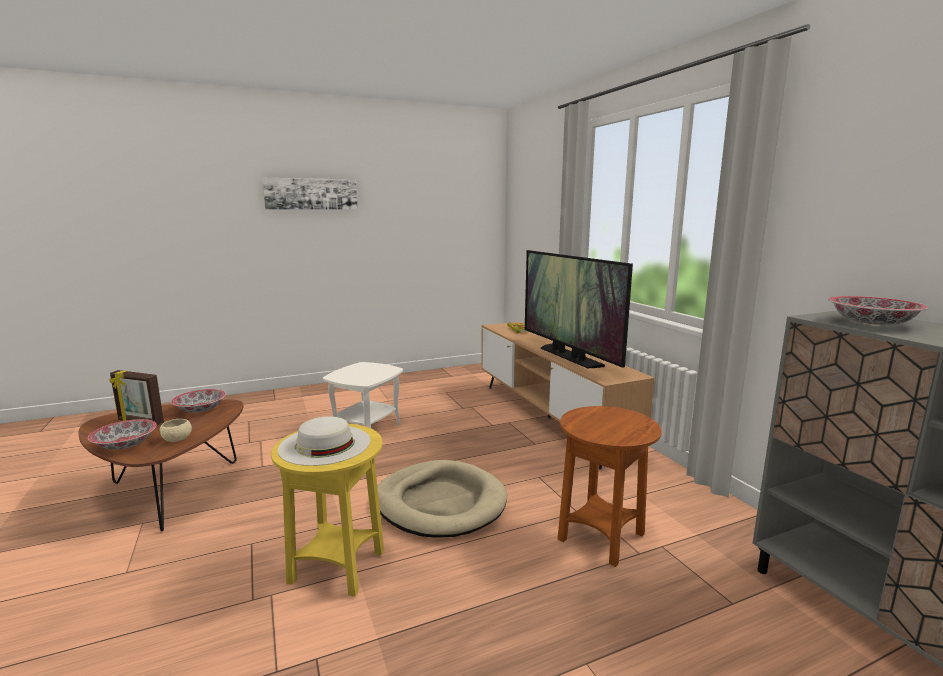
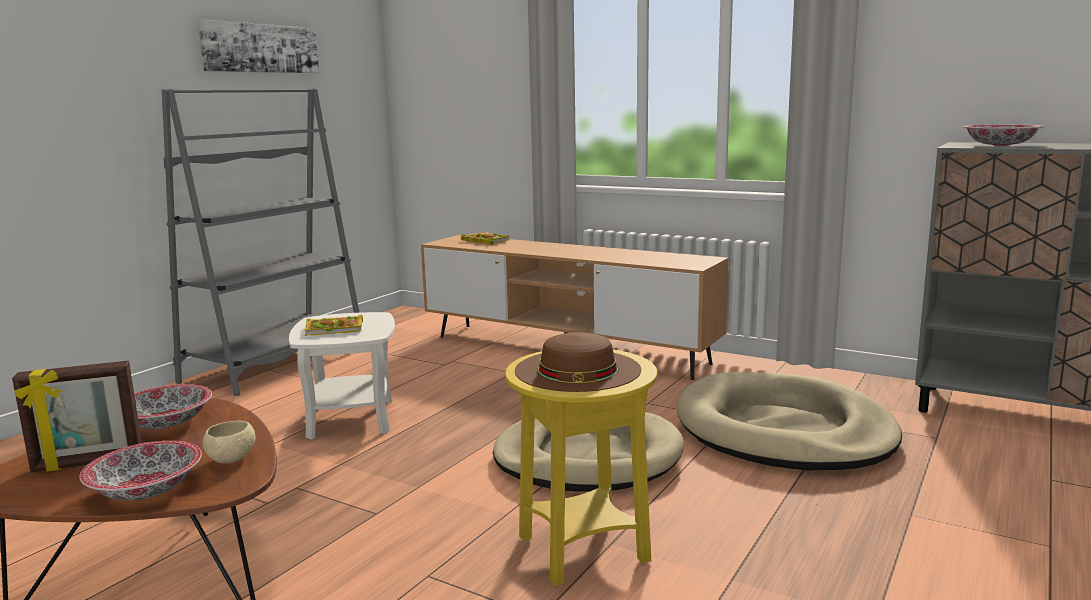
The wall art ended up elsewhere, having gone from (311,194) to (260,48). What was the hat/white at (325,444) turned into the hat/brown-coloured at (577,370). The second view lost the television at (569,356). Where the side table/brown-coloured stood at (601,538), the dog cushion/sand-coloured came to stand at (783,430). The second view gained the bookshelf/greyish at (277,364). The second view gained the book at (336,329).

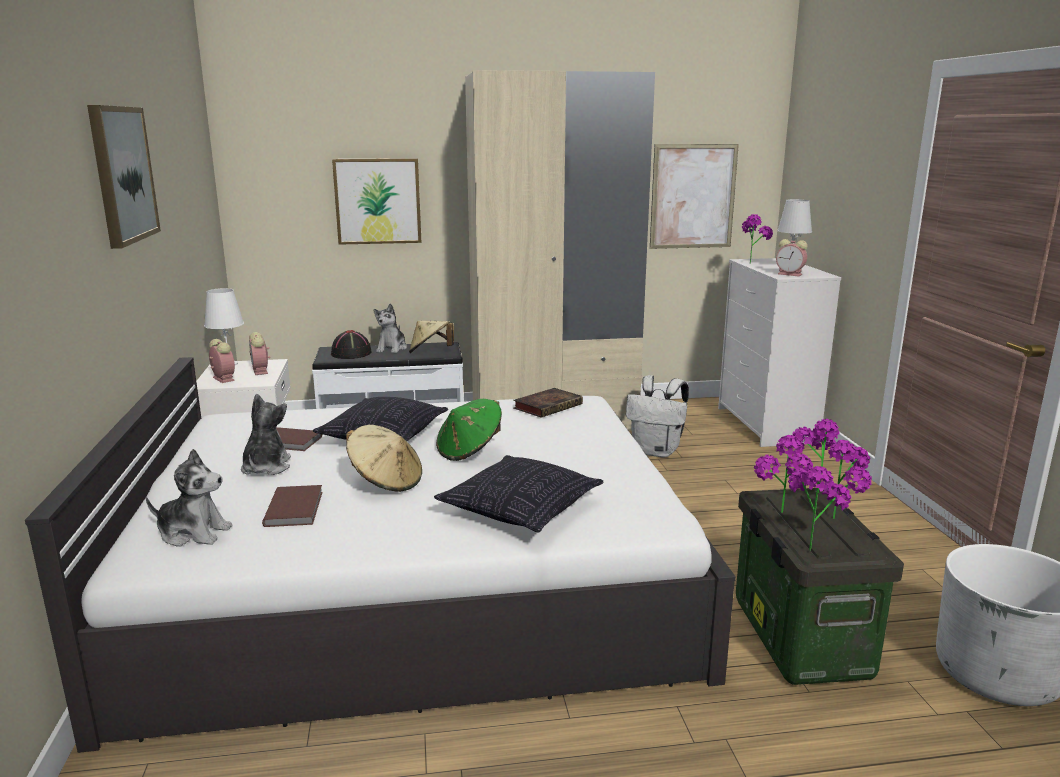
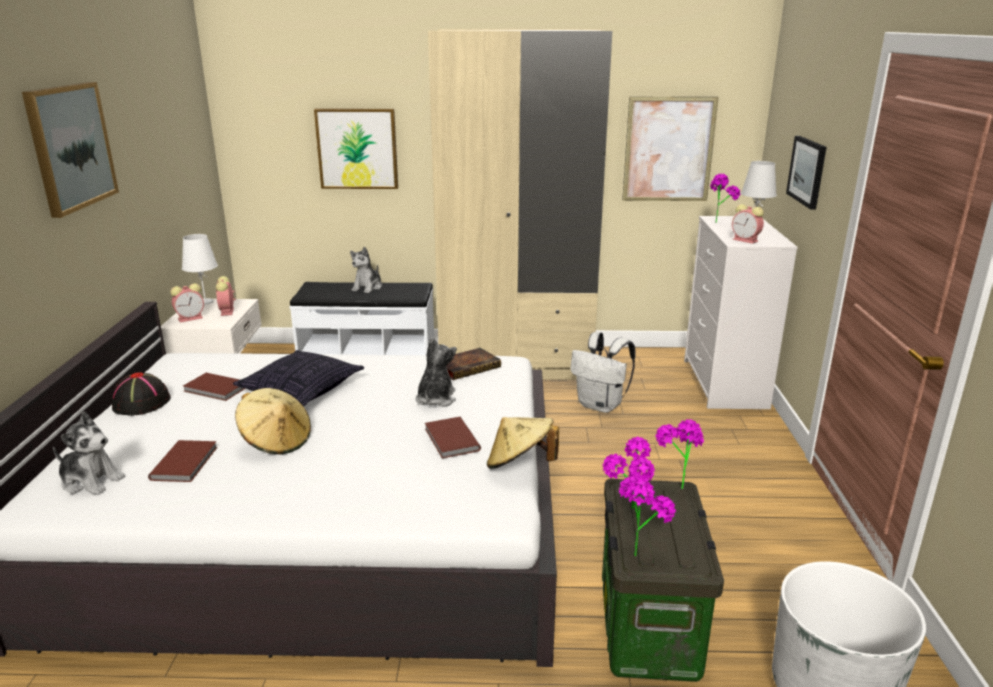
The table clock at (222,378) ended up facing another way, 90 degrees clockwise from before. The plush toy ended up elsewhere, having gone from (266,467) to (435,399). The hat/black ended up elsewhere, having gone from (351,354) to (141,403). The hat/sand-coloured ended up elsewhere, having gone from (430,352) to (520,464). The second view lost the throw pillow at (521,510). The second view lost the hat/green at (469,451). The second view lost the plant in a pot at (844,519). The second view gained the book/brown-coloured at (450,440). The second view gained the wall art at (807,171).

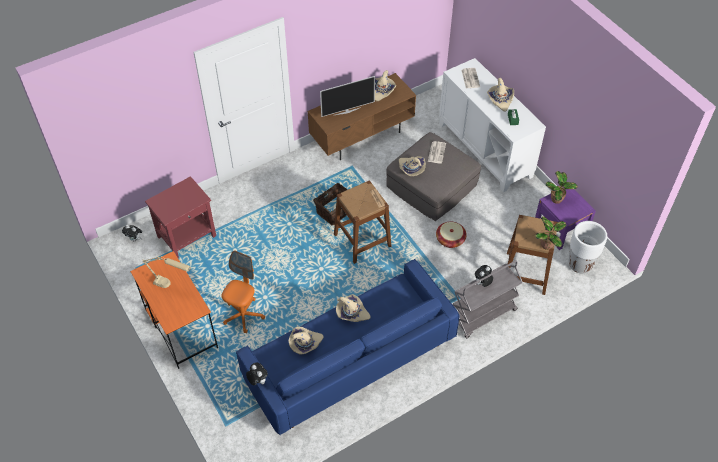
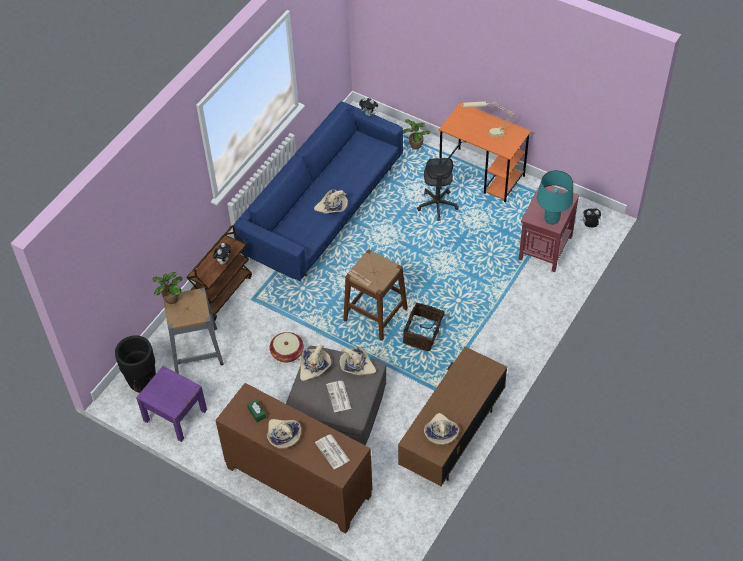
What was the computer chair/orangey at (243,315) turned into the computer chair/greyish at (437,205). The hat/sand-coloured ended up elsewhere, having gone from (305,343) to (314,366). The second view lost the television at (347,111). What was the cupboard/white at (485,150) turned into the cupboard/brown-coloured at (298,482). What was the trolley/greyish at (483,315) turned into the trolley/brown-coloured at (222,292). What was the stool seat/brown-coloured at (525,273) turned into the stool seat/greyish at (196,350). The plant in a pot ended up elsewhere, having gone from (557,200) to (415,145). What was the flower pot/white at (580,264) turned into the flower pot/black at (142,382). The second view gained the tabletop lamp/blue-green at (552,219).

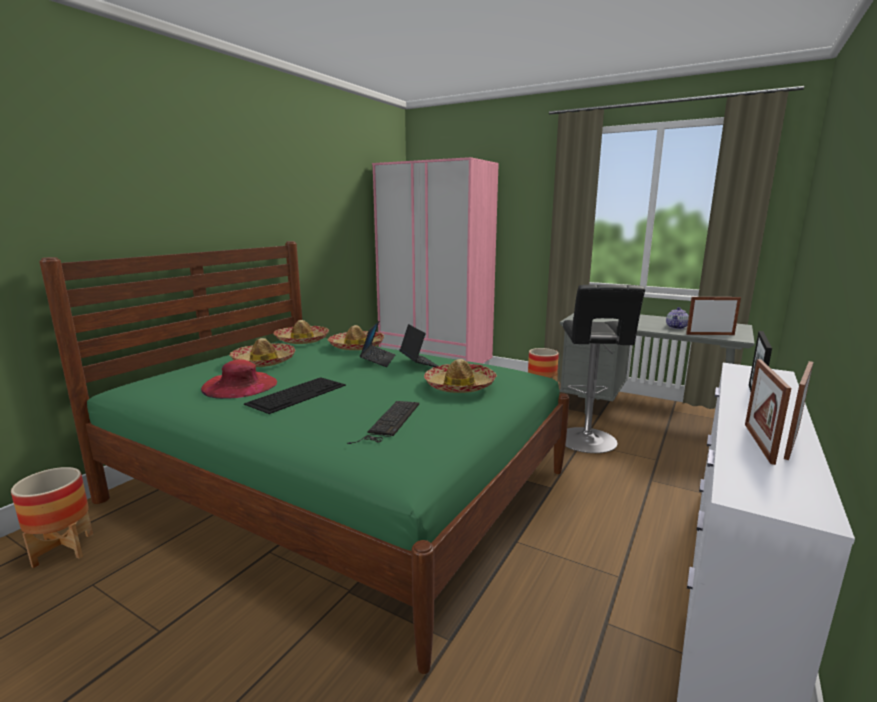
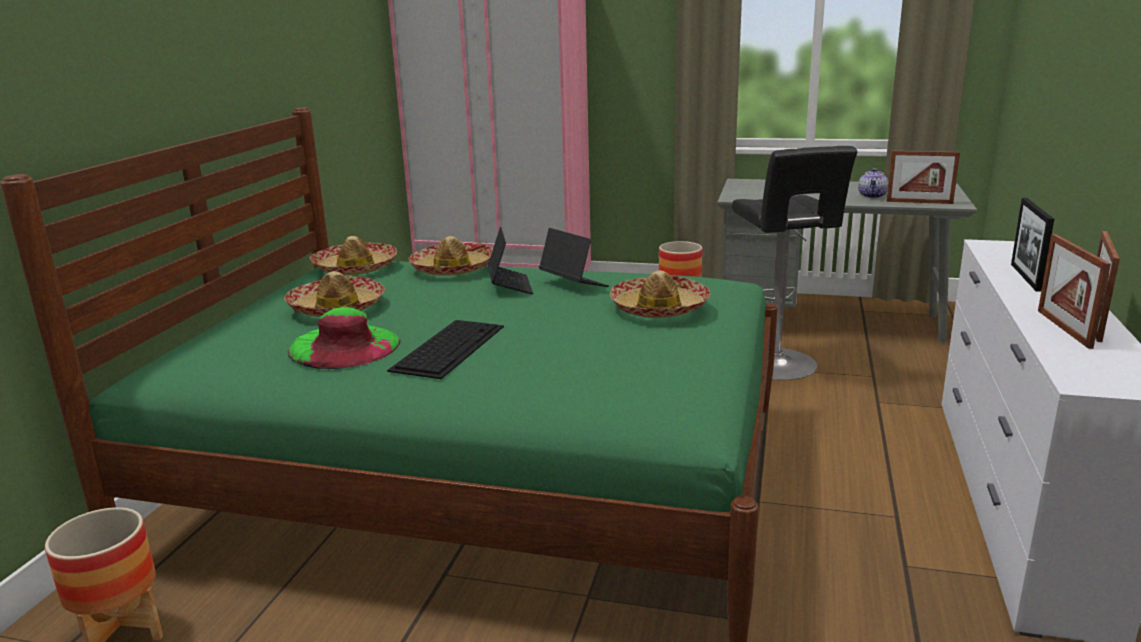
What was the hat/red at (239,385) turned into the hat/green at (344,346). The second view lost the PC keyboard at (389,422). The photo frame at (710,334) ended up facing another way, 150 degrees counterclockwise from before.

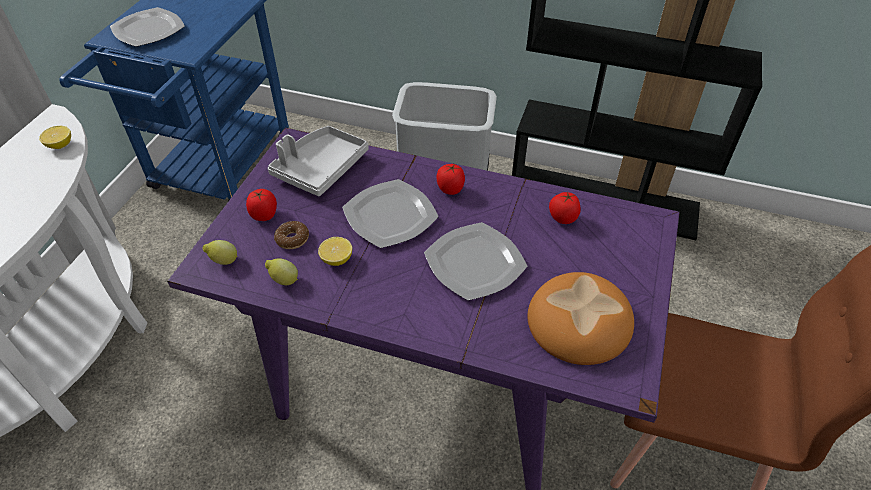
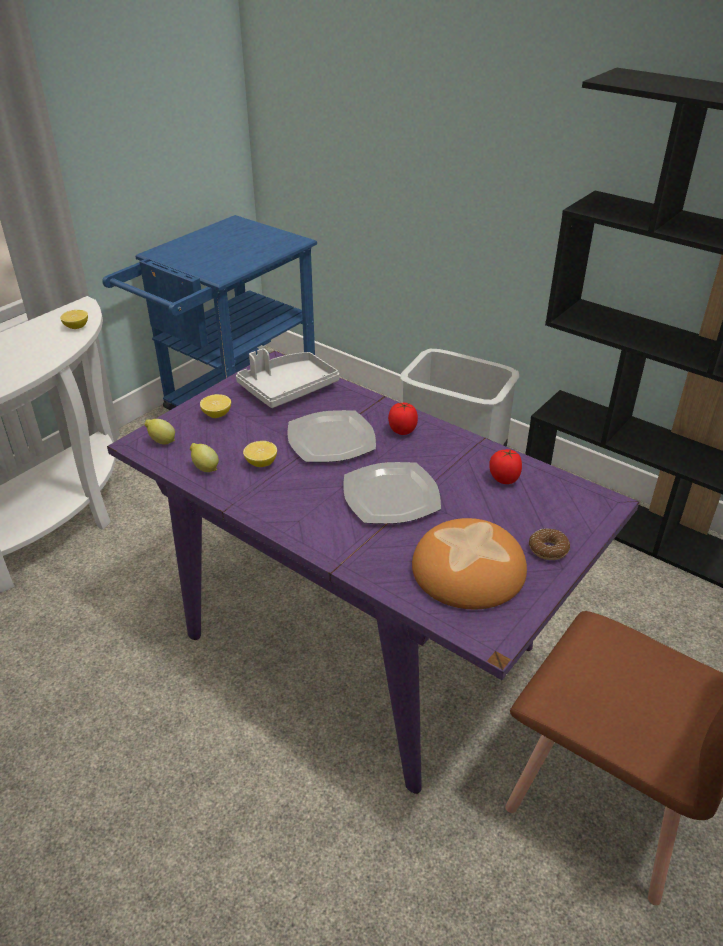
The second view lost the dinner plate at (148,29). Where the tomato stood at (264,215), the citrus fruit came to stand at (217,415). The doughnut ended up elsewhere, having gone from (292,239) to (548,549).

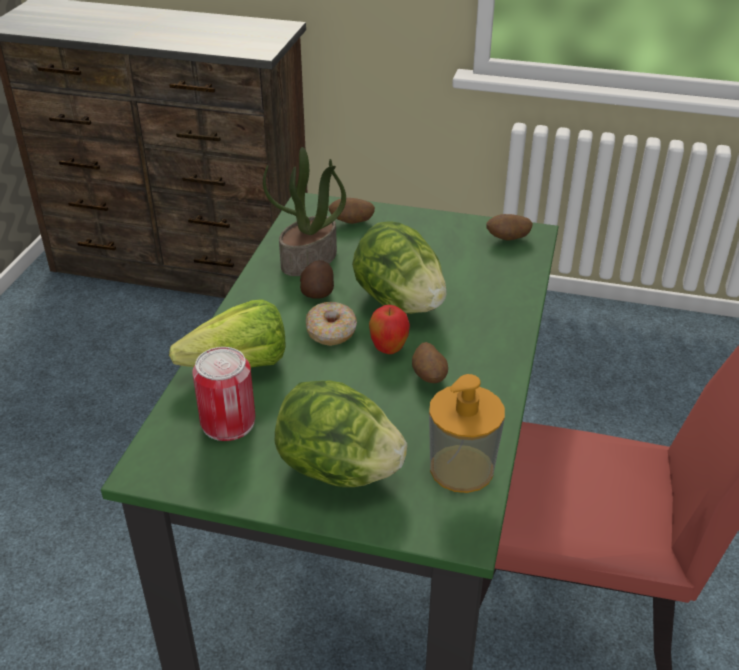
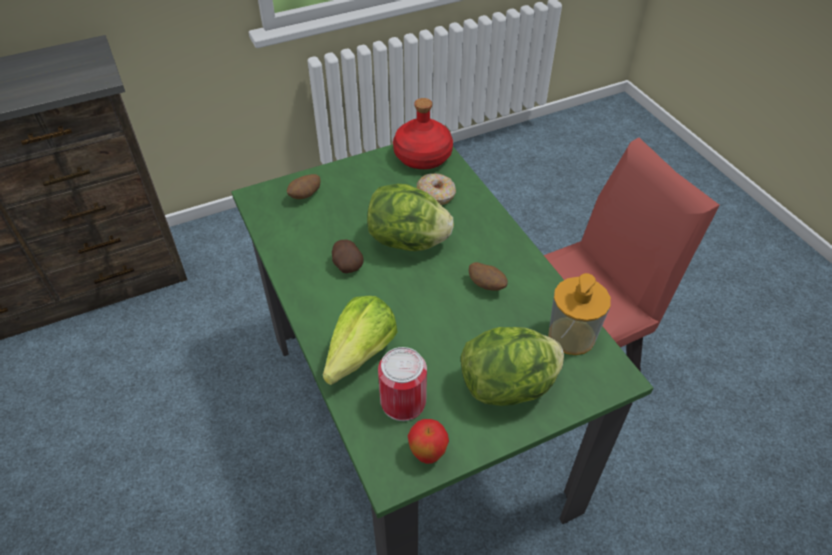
The second view lost the plant in a pot at (309,260). The doughnut ended up elsewhere, having gone from (331,331) to (436,194). The whole apple ended up elsewhere, having gone from (388,350) to (427,454). Where the whole potato stood at (507,239), the beverage bottle/red came to stand at (422,156).

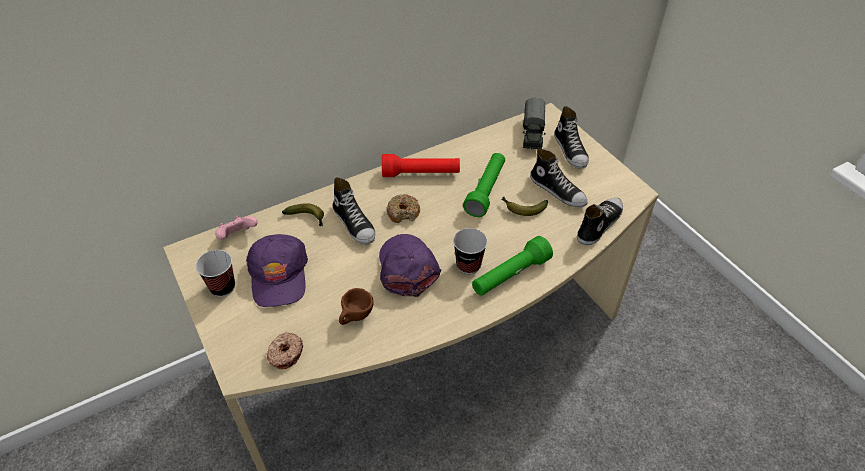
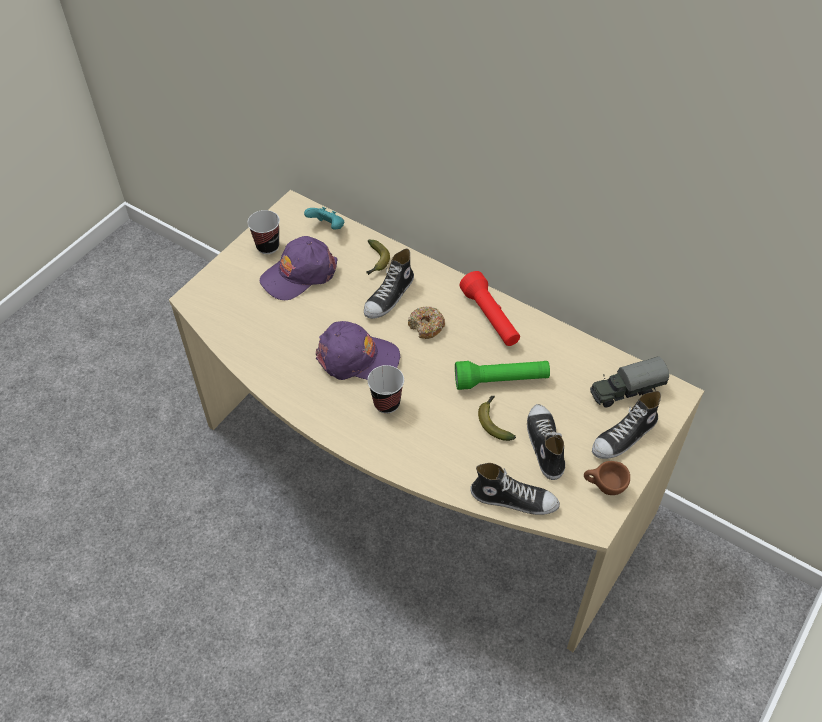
What was the joypad/pinkish at (238,236) turned into the joypad/blue-green at (327,227). The second view lost the doughnut at (285,354). The cup/brown-coloured ended up elsewhere, having gone from (356,319) to (603,488). The cap/purple-coloured at (407,268) ended up facing another way, 45 degrees clockwise from before. The second view lost the hand torch/green at (510,275). The shoe at (558,191) ended up facing another way, 150 degrees clockwise from before.

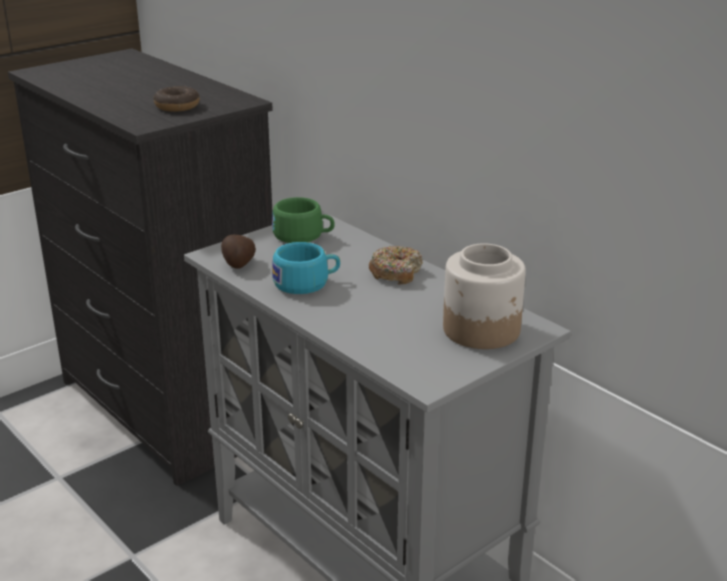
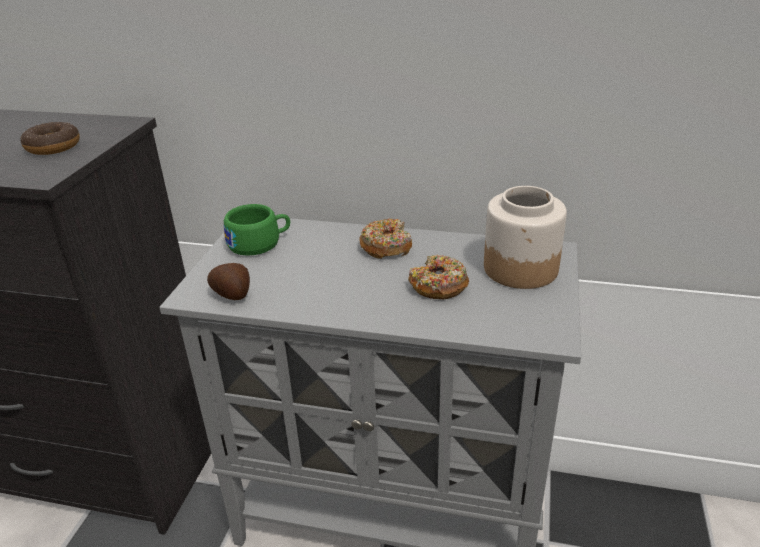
The second view lost the cup/blue-green at (307,283). The second view gained the doughnut at (438,286).

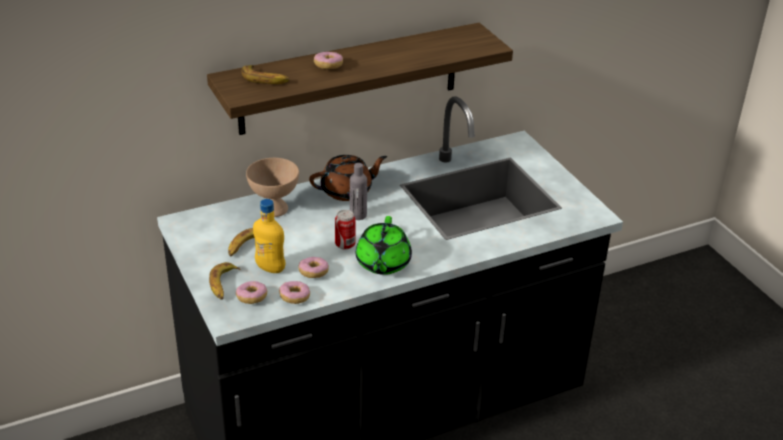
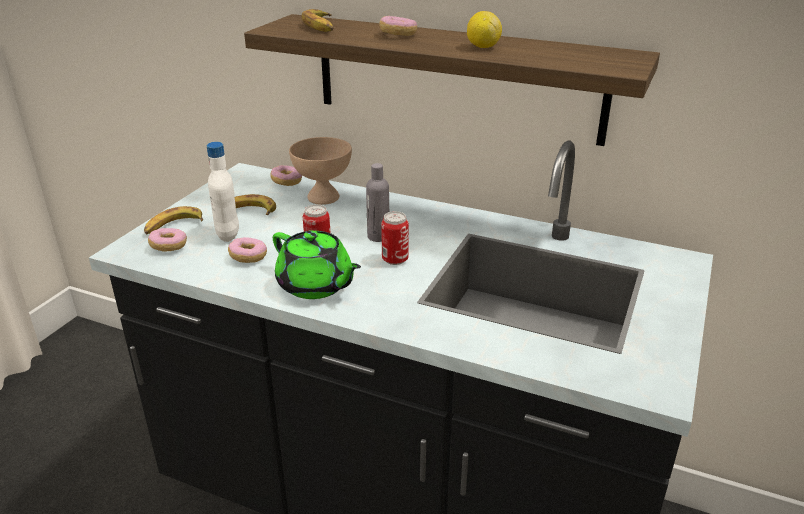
What was the beverage bottle/yellow at (270,268) turned into the beverage bottle/white at (228,235). The doughnut ended up elsewhere, having gone from (294,297) to (287,182). The second view lost the pot for tea/brown-coloured at (347,191). The pot for tea/green at (382,263) ended up facing another way, 105 degrees counterclockwise from before. The second view gained the metal can at (395,260). The second view gained the citrus fruit at (482,47).

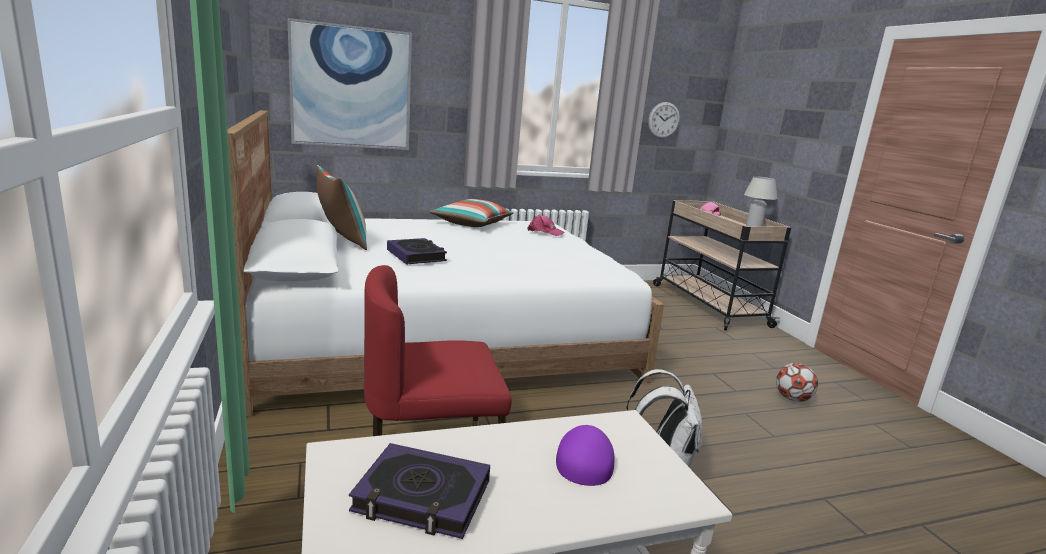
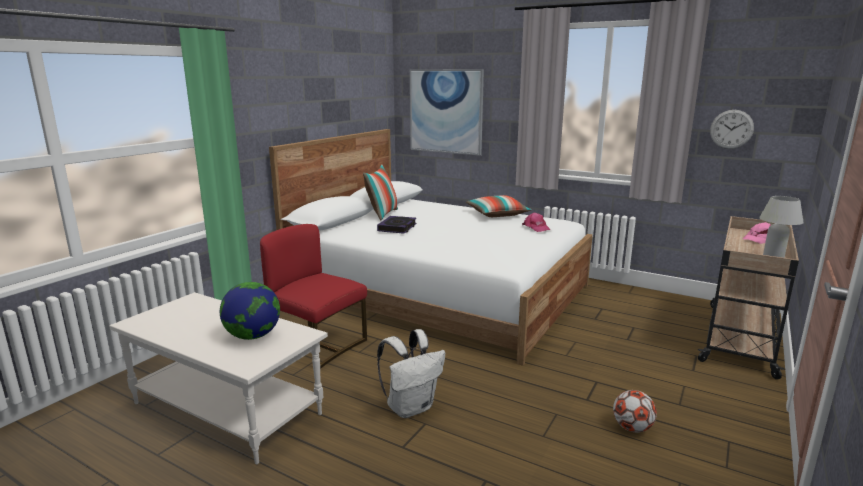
The second view lost the book at (422,497). Where the cap/purple-coloured stood at (585,458), the world globe came to stand at (253,336).

